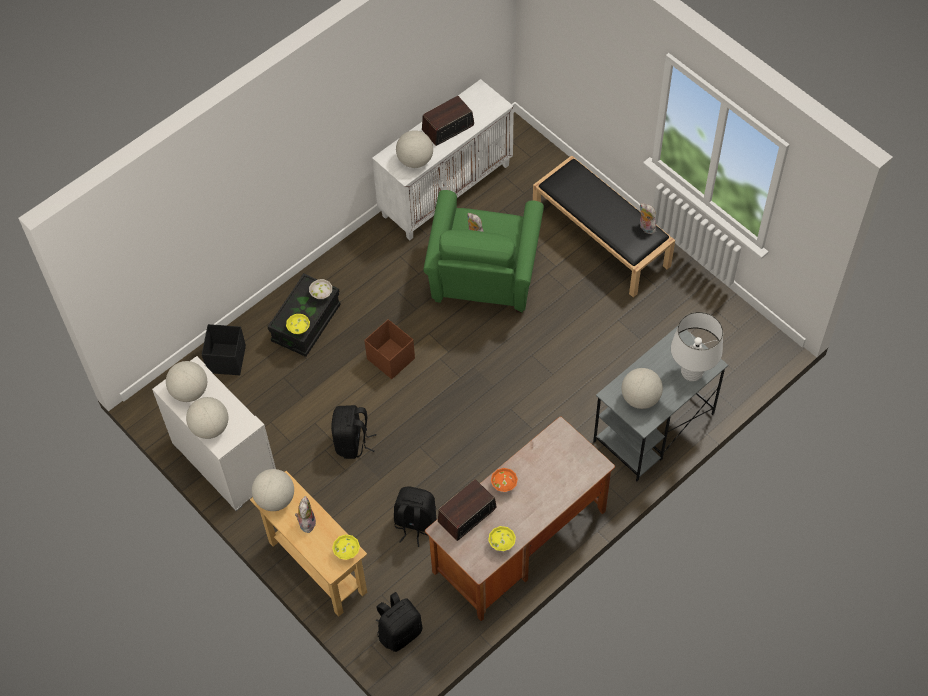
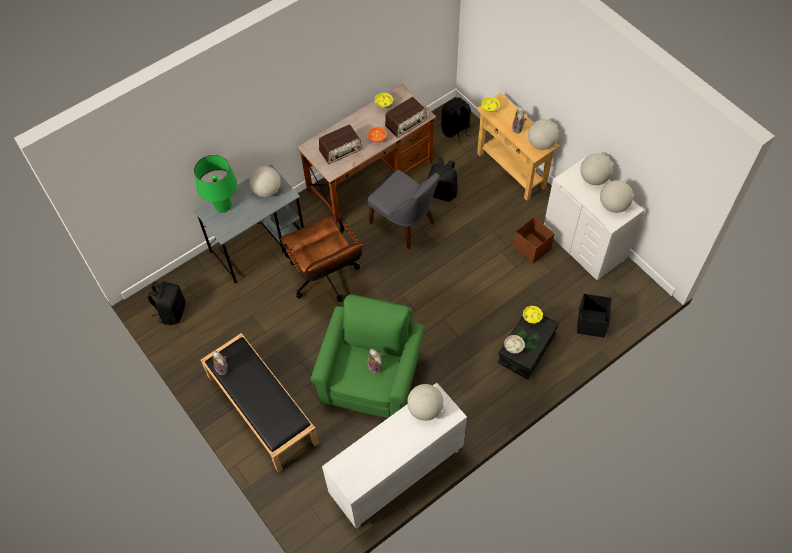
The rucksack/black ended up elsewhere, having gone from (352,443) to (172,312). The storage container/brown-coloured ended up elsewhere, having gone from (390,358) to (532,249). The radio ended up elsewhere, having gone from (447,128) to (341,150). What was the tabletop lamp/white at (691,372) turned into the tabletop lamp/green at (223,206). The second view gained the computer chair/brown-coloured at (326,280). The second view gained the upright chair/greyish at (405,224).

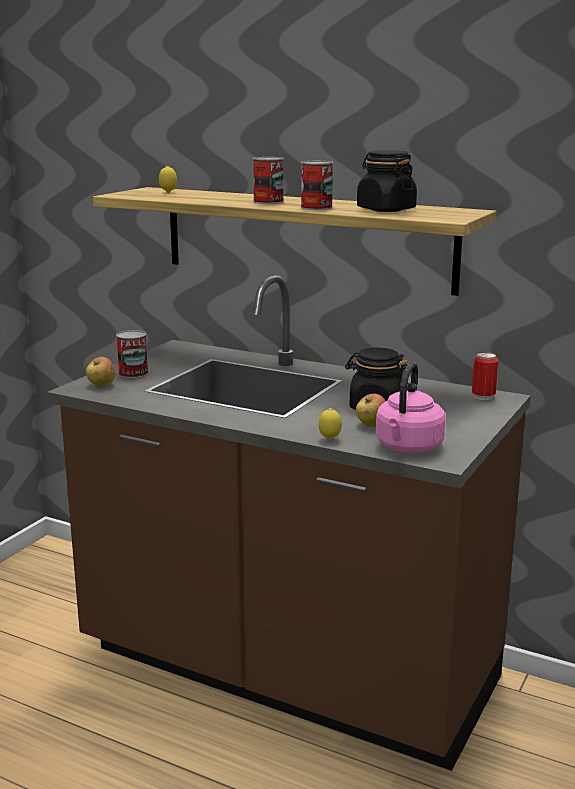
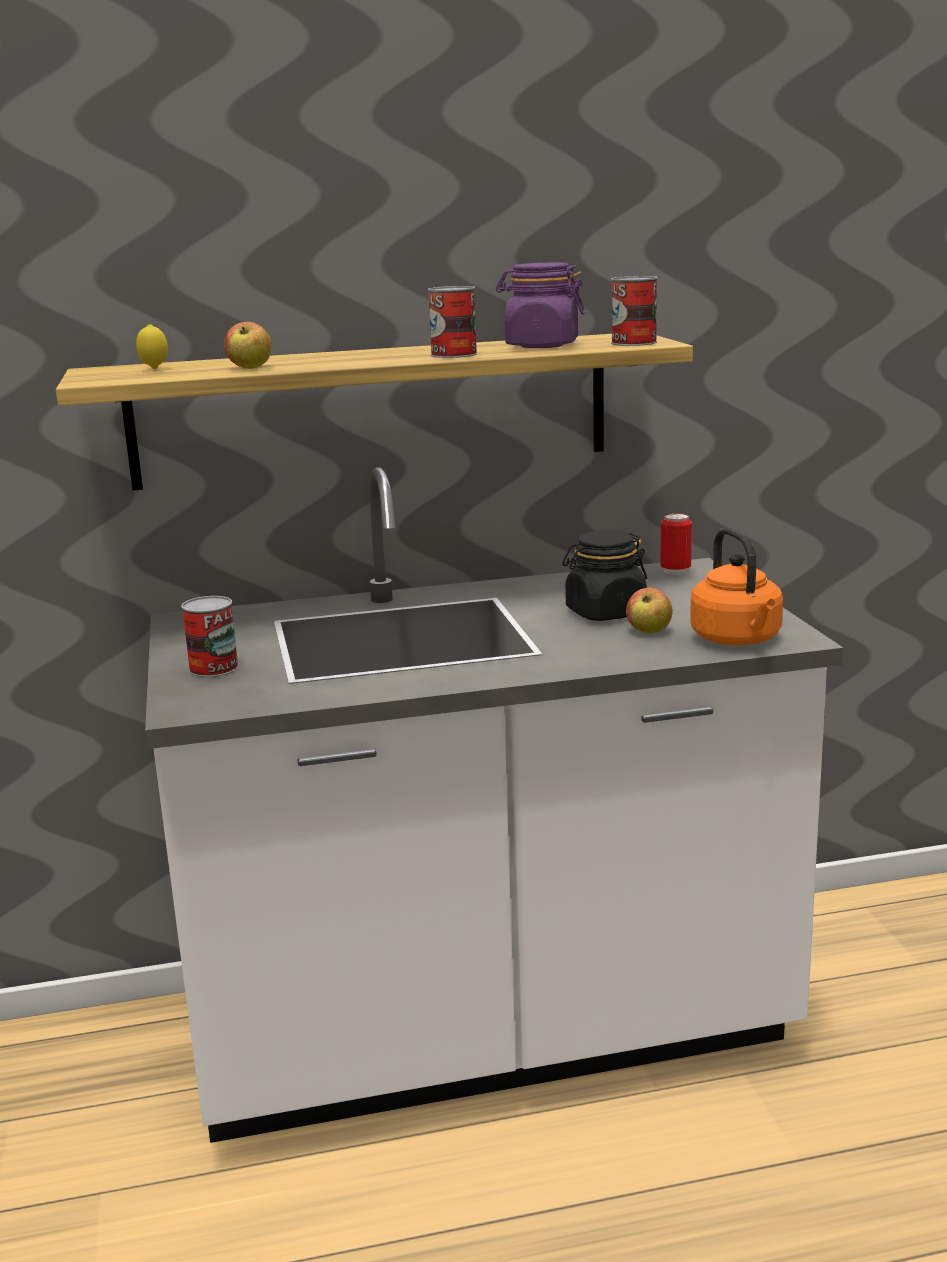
What was the kitchen base unit/brown-coloured at (287,671) turned into the kitchen base unit/white at (489,1036). The whole apple ended up elsewhere, having gone from (101,385) to (250,368). The metal can ended up elsewhere, having gone from (268,201) to (634,343). The second view lost the citrus fruit at (329,439). What was the preserve jar/black at (385,209) turned into the preserve jar/purple-coloured at (541,345). What was the water kettle/pinkish at (408,447) turned into the water kettle/orangey at (738,640).

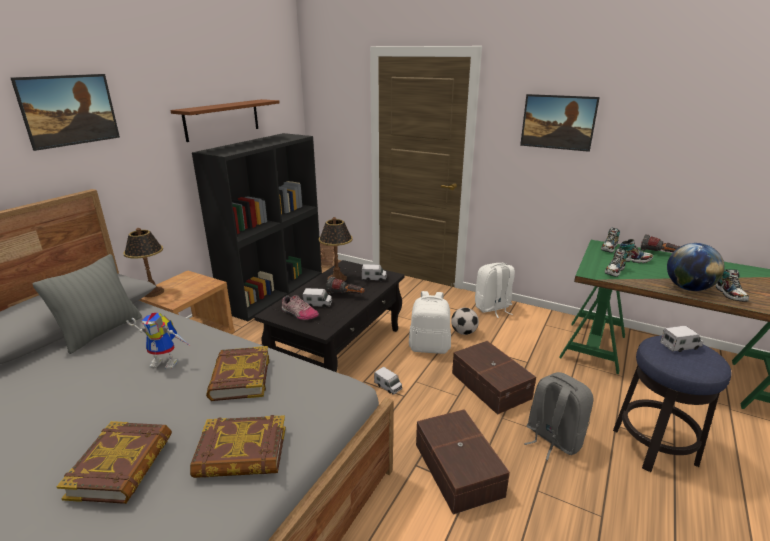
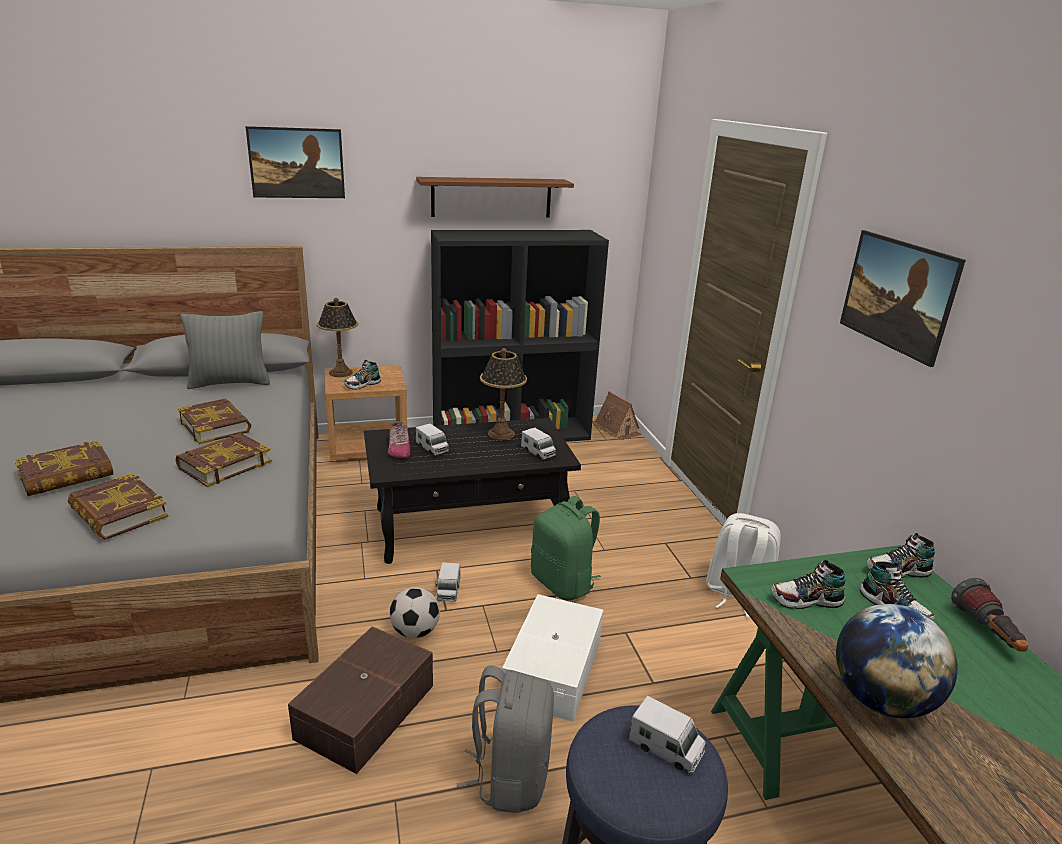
Where the model robot stood at (168,362), the book came to stand at (215,426). The second view lost the hand torch at (346,295). What was the rucksack/white at (429,347) turned into the rucksack/green at (563,583). The ball for football ended up elsewhere, having gone from (464,332) to (415,631). What was the storage container/brown-coloured at (491,384) turned into the storage container/white at (555,669). The shoe ended up elsewhere, having gone from (730,294) to (362,385).

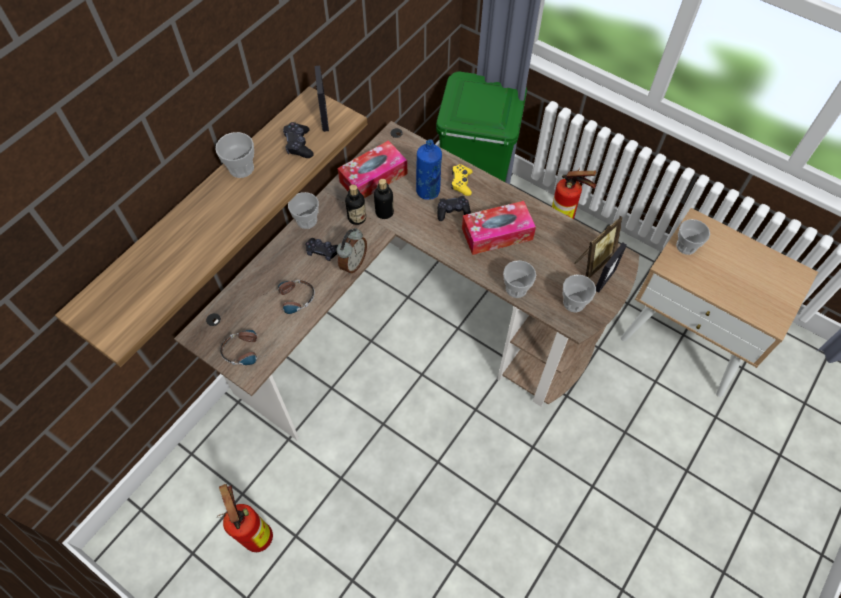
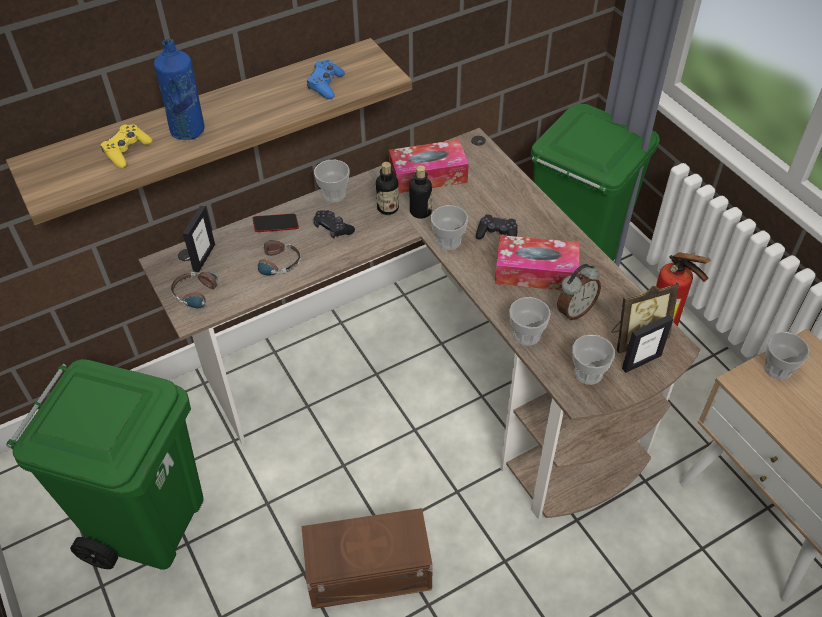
The cup ended up elsewhere, having gone from (241,168) to (448,241). Where the fire-fighting cylinder stood at (257,533), the trash can/green came to stand at (150,523). What was the joypad/black at (299,145) turned into the joypad/bluish at (326,85). The photo frame ended up elsewhere, having gone from (324,117) to (204,257). The table clock ended up elsewhere, having gone from (353,263) to (574,310). The beverage bottle/bluish ended up elsewhere, having gone from (428,191) to (188,131). The joypad/yellow ended up elsewhere, having gone from (461,183) to (127,151). The second view gained the phone at (276,225). The second view gained the storage container/brown-coloured at (366,569).

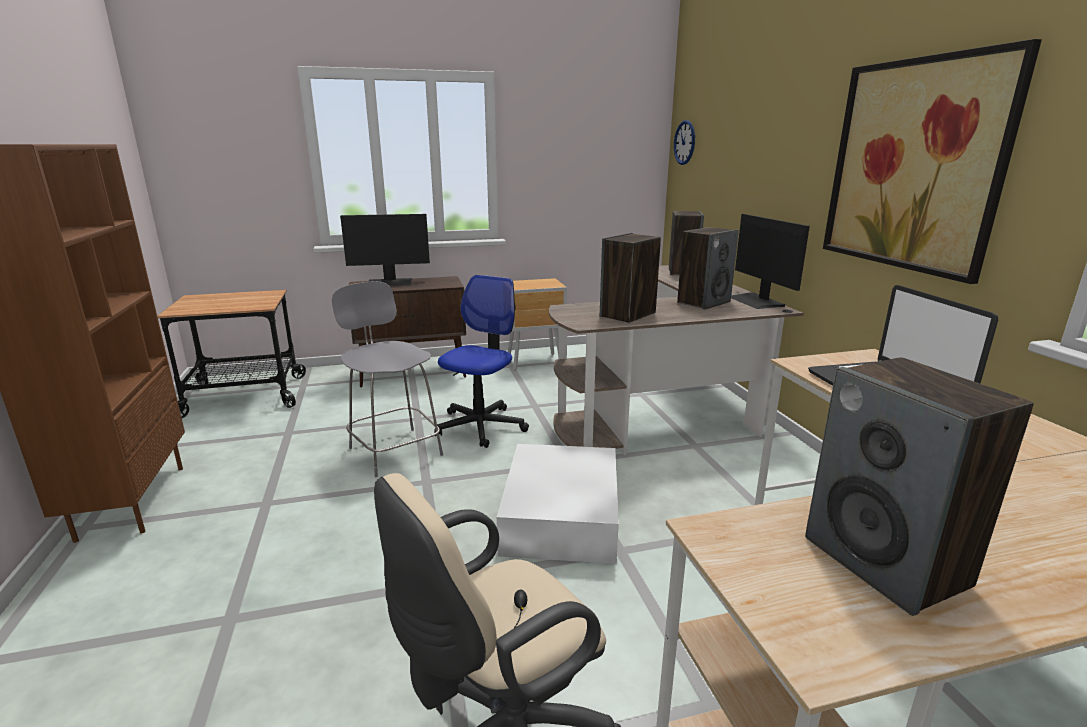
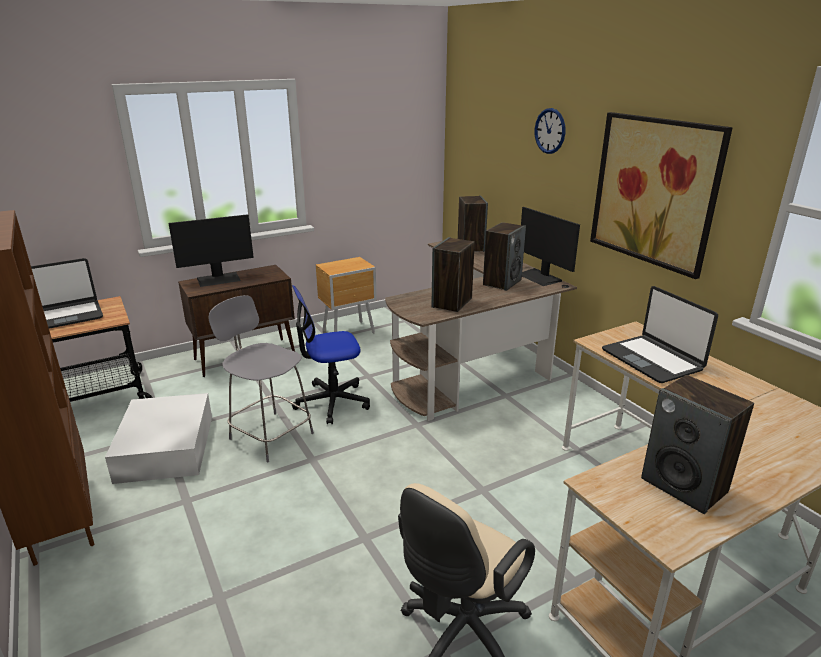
The computer chair at (480,426) ended up facing another way, 120 degrees counterclockwise from before. The storage container/white ended up elsewhere, having gone from (560,516) to (165,448). The hanging clock ended up elsewhere, having gone from (684,142) to (550,131). The second view gained the portable computer at (65,316).

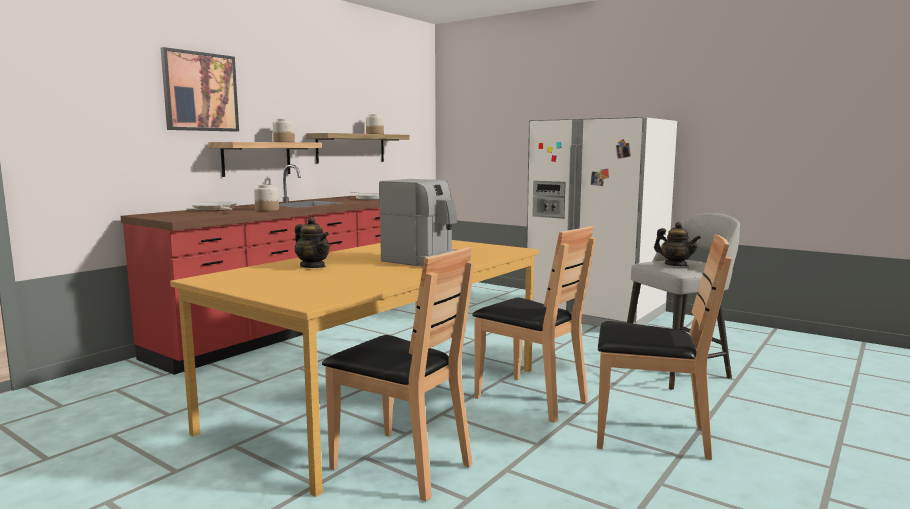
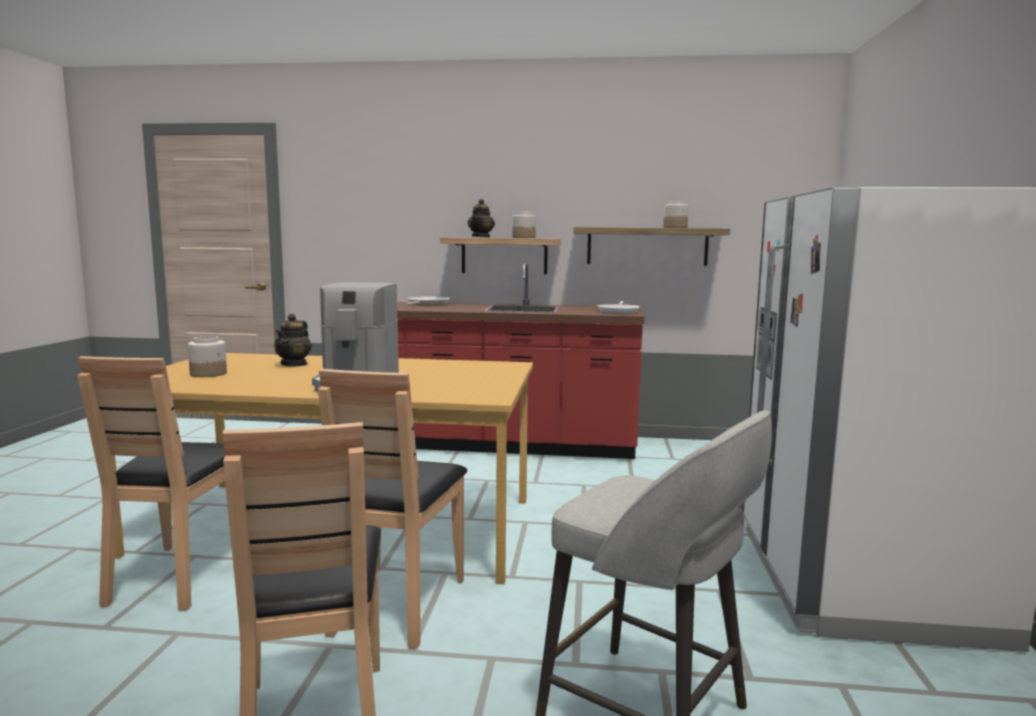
The second view lost the wall art at (200,92). The preserve jar ended up elsewhere, having gone from (267,210) to (209,374). The pot for tea ended up elsewhere, having gone from (675,265) to (481,237).

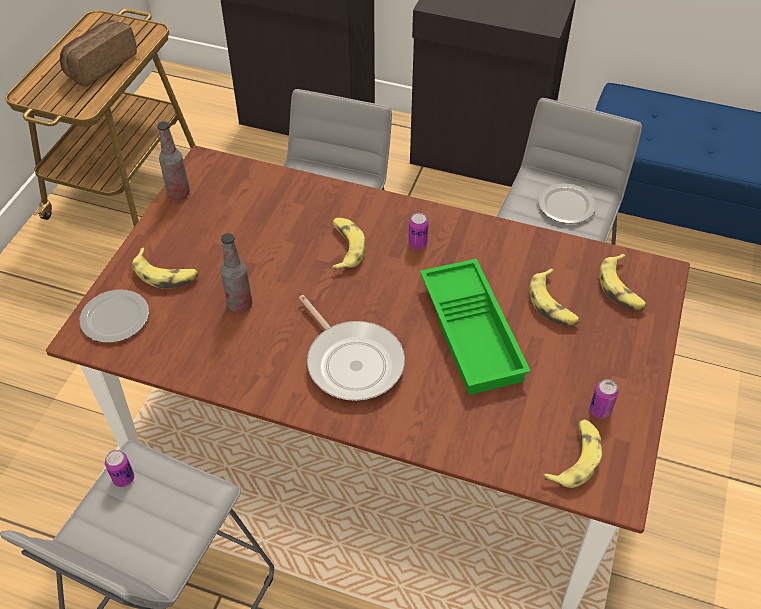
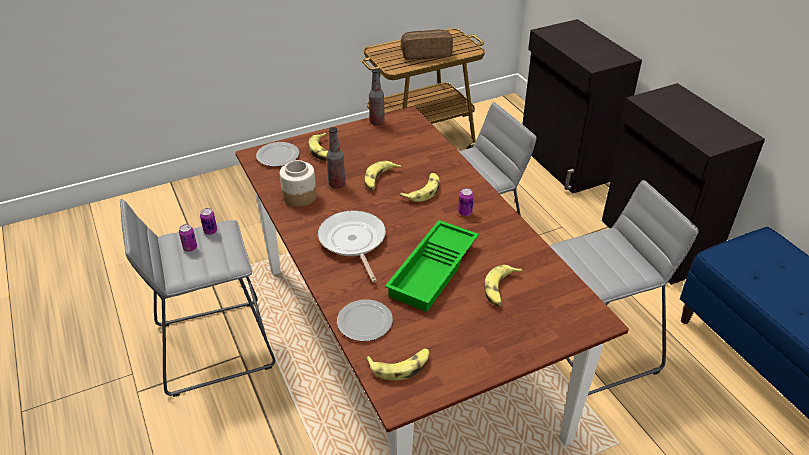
The skillet at (352,361) ended up facing another way, 150 degrees clockwise from before. The dinner plate ended up elsewhere, having gone from (565,206) to (364,321). The metal can ended up elsewhere, having gone from (600,410) to (190,248). The whole banana ended up elsewhere, having gone from (622,288) to (380,179). The second view gained the preserve jar at (299,196).

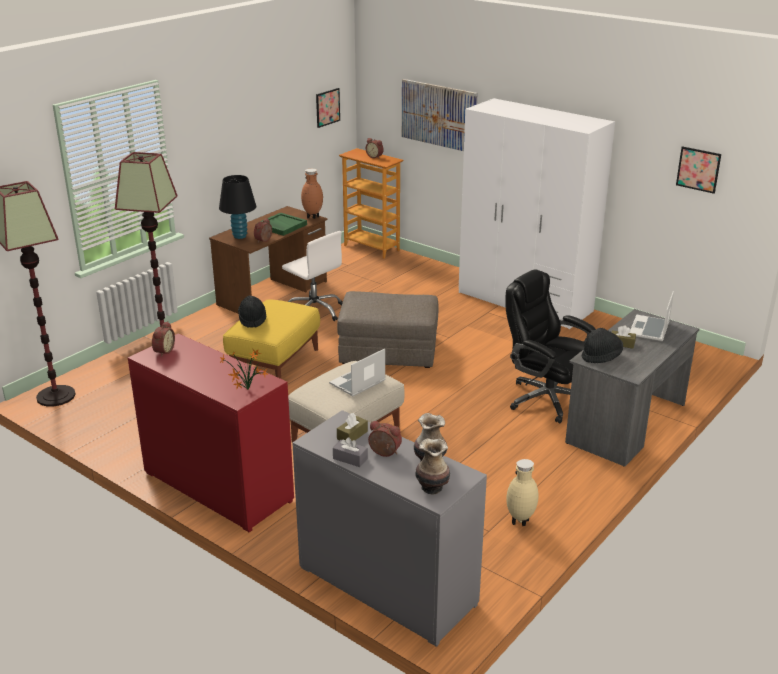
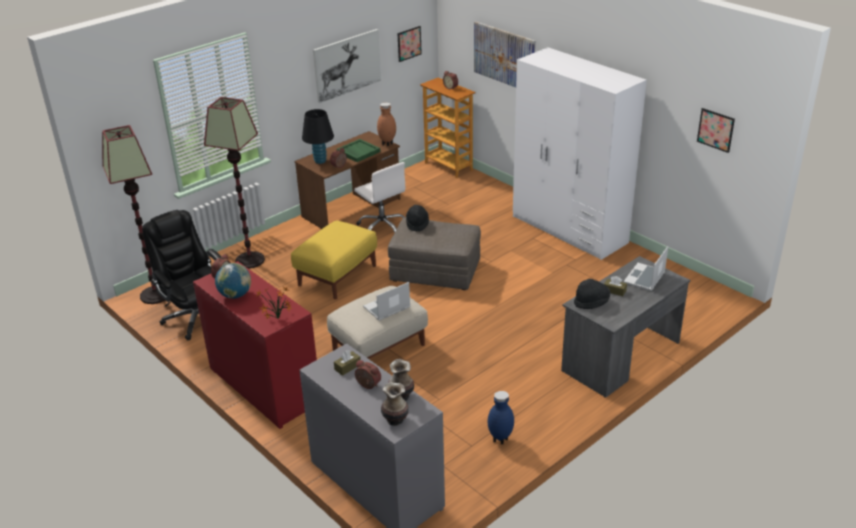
The hat/black ended up elsewhere, having gone from (252,320) to (417,224). The second view lost the tissue box/greyish at (350,458). The computer chair/black ended up elsewhere, having gone from (546,399) to (196,317). What was the decorative vase/sand-coloured at (520,522) turned into the decorative vase/bluish at (500,440). The second view gained the world globe at (235,295). The second view gained the wall art at (347,65).

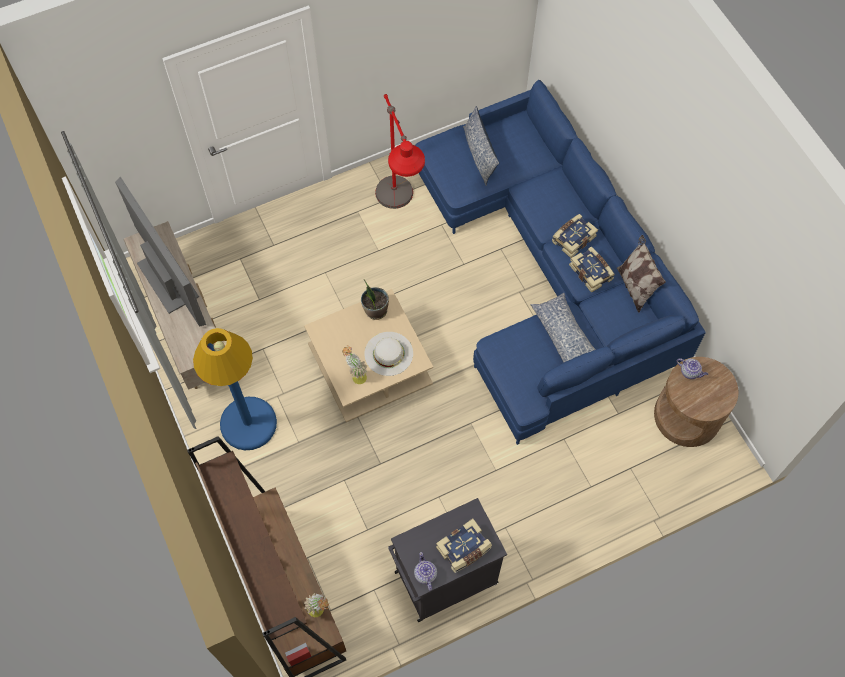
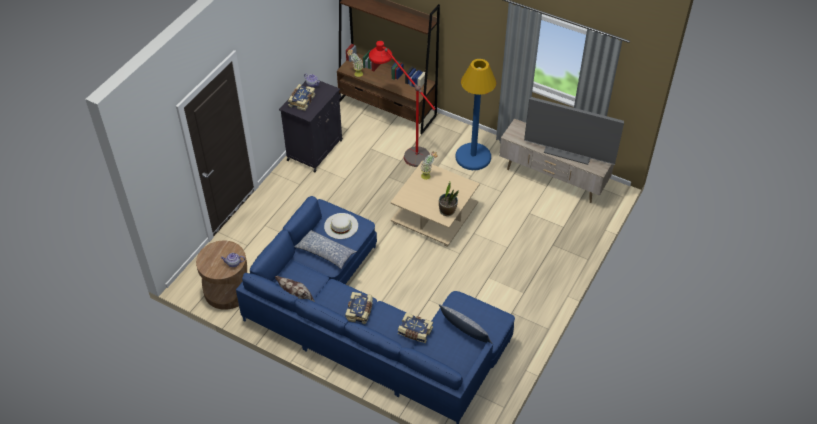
The hat/white ended up elsewhere, having gone from (388,353) to (341,226). The floor lamp/red ended up elsewhere, having gone from (399,215) to (403,148). The book ended up elsewhere, having gone from (591,272) to (415,332).

